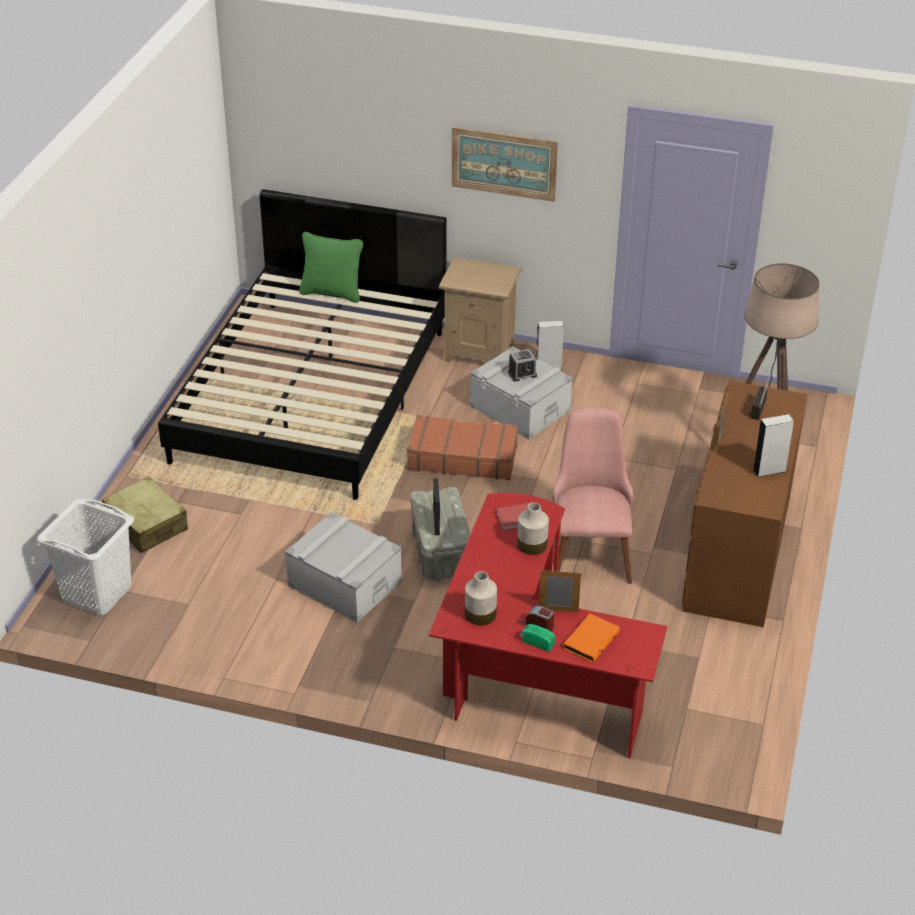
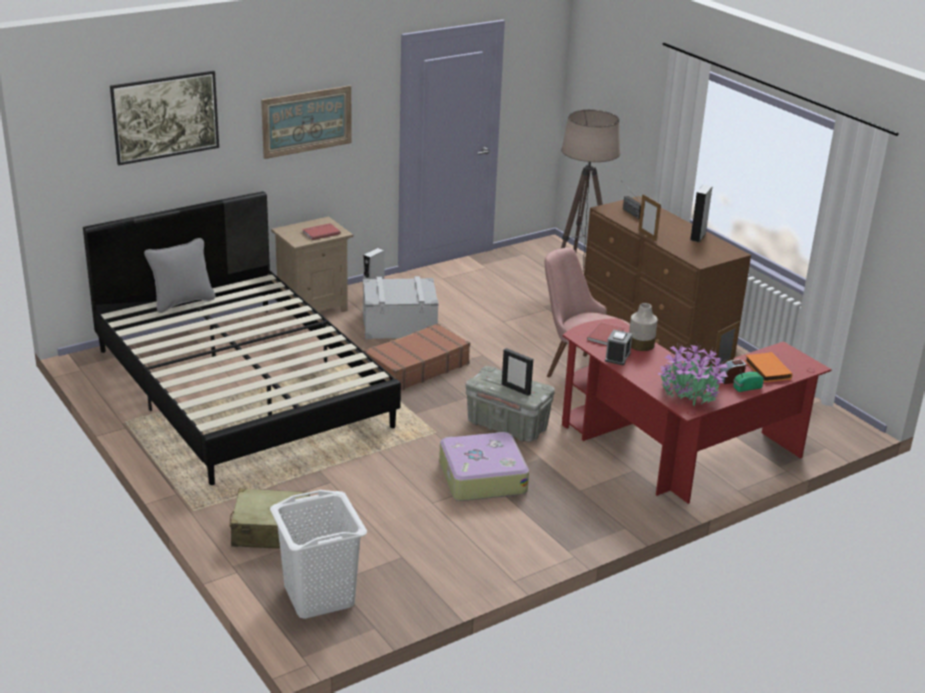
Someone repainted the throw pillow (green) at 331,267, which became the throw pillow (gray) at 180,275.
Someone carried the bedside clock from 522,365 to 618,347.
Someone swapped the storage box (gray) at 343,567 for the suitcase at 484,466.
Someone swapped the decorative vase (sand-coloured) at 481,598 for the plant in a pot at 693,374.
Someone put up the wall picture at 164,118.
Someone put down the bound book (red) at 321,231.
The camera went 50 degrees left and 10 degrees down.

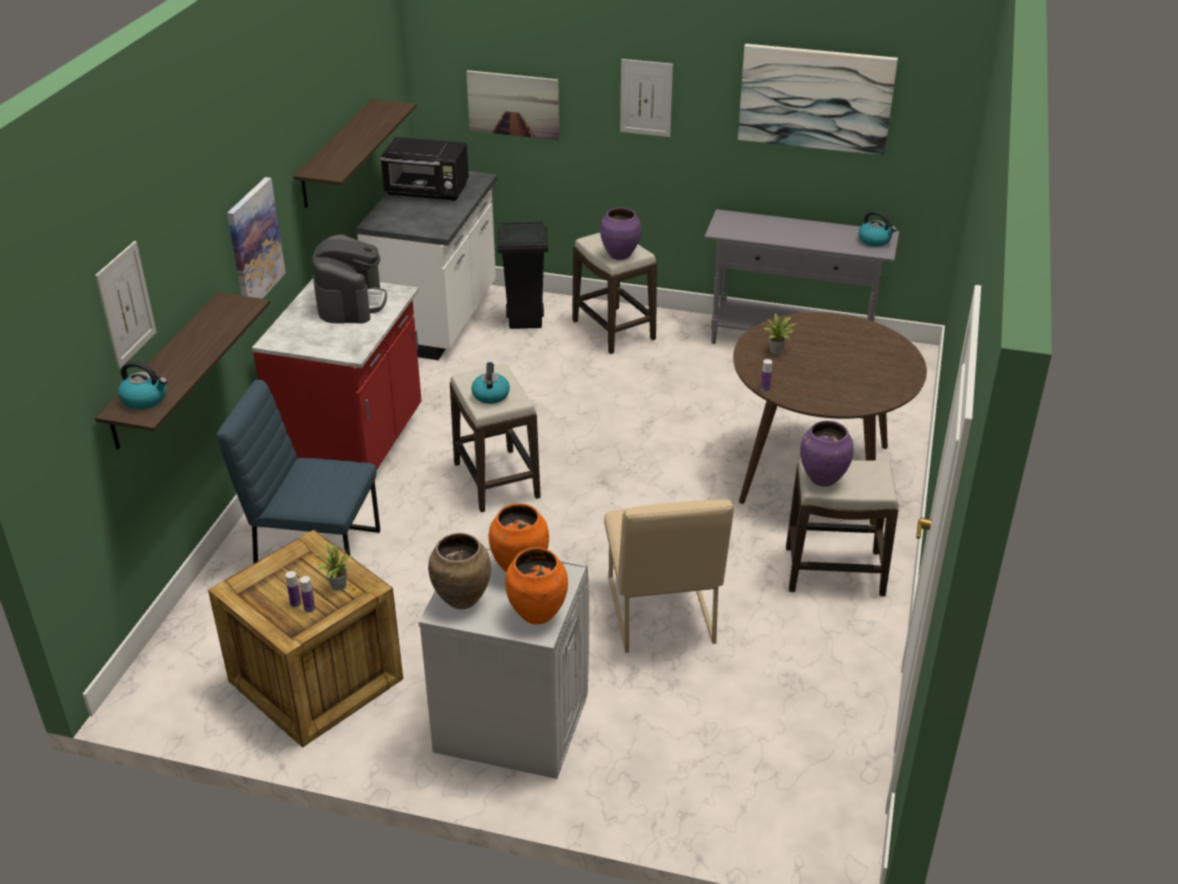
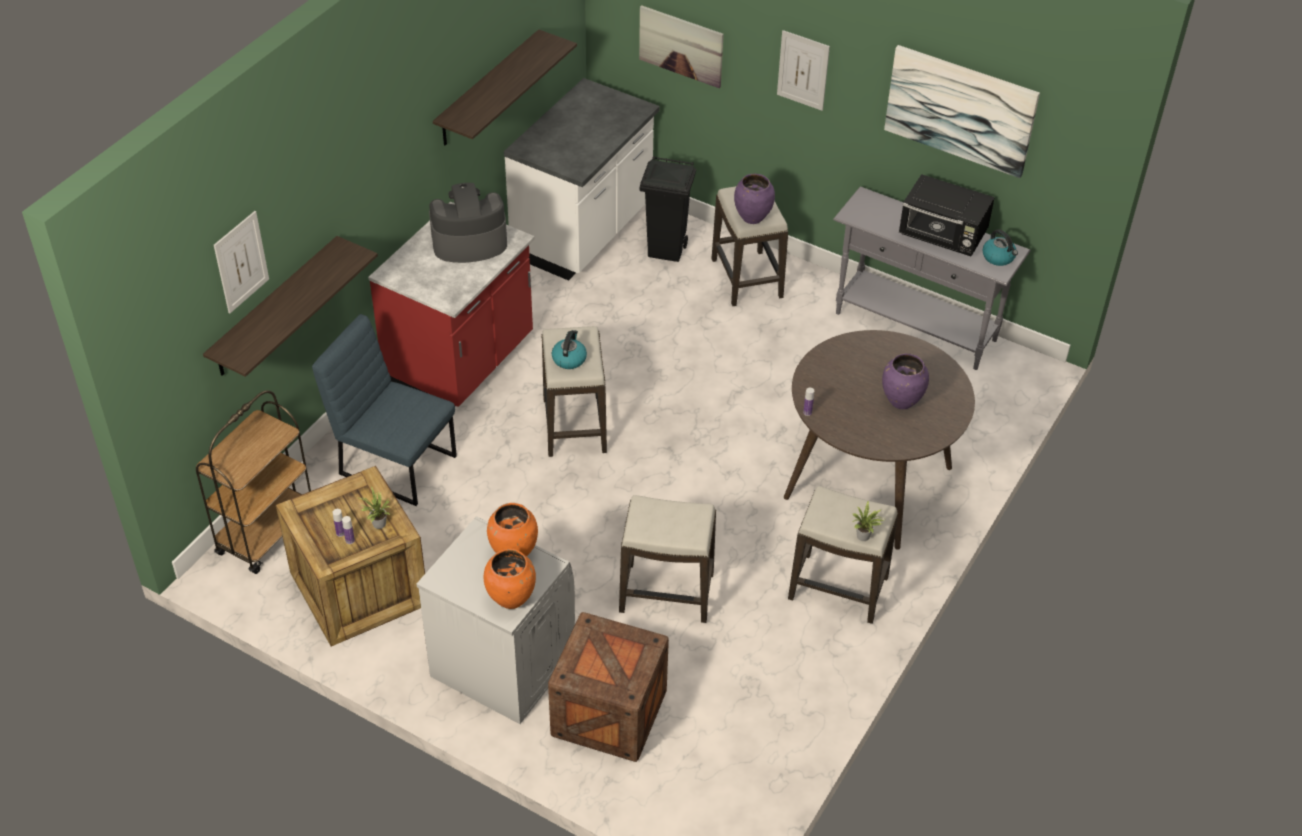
Someone carried the microwave oven (black-coloured) from 424,169 to 947,215.
Someone took away the wall picture at 256,238.
Someone rotated the coffee maker at 349,279 by 120 degrees counterclockwise.
Someone carried the plant in a pot from 779,334 to 868,521.
Someone took away the tea kettle at 142,385.
Someone carried the decorative vase (purple) from 827,454 to 905,381.
Someone swapped the chair (sand-coloured) at 669,576 for the stool at 667,559.
Someone took away the decorative vase (brown-coloured) at 459,571.
Someone put down the trolley (brown-coloured) at 253,482.
Someone put down the shipping crate at 608,687.
The camera went 15 degrees right and 10 degrees up.

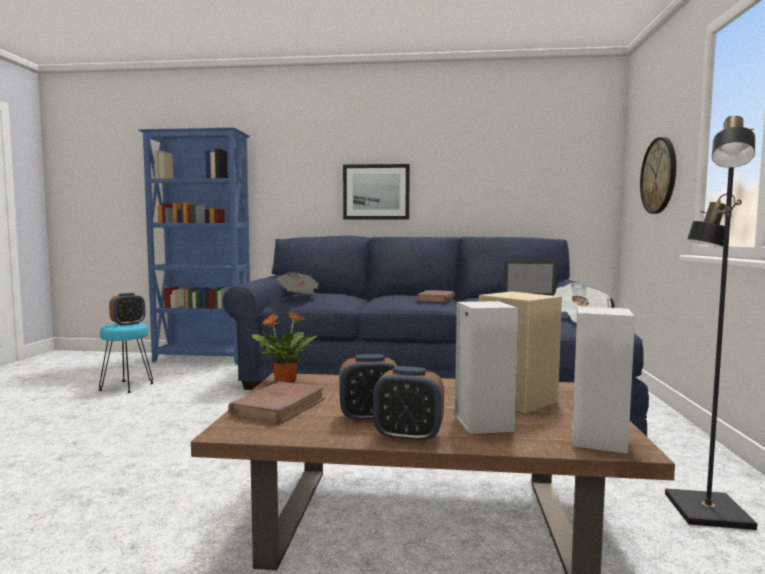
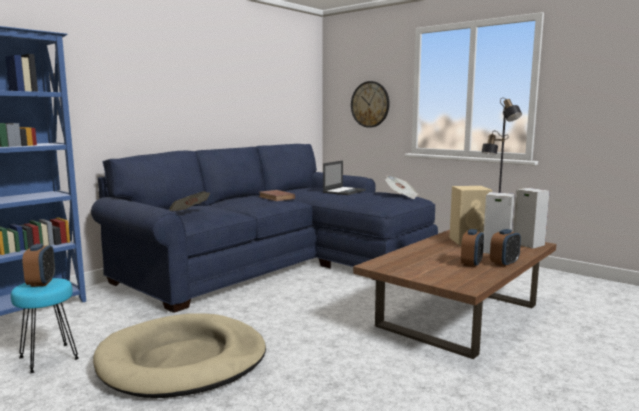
Someone took away the wall picture at 376,192.
Someone took away the plant in a pot at 284,347.
Someone took away the bound book (brown-coloured) at 277,403.
Someone put down the dog bed (sand-coloured) at 179,355.
The camera went 55 degrees left and 5 degrees up.

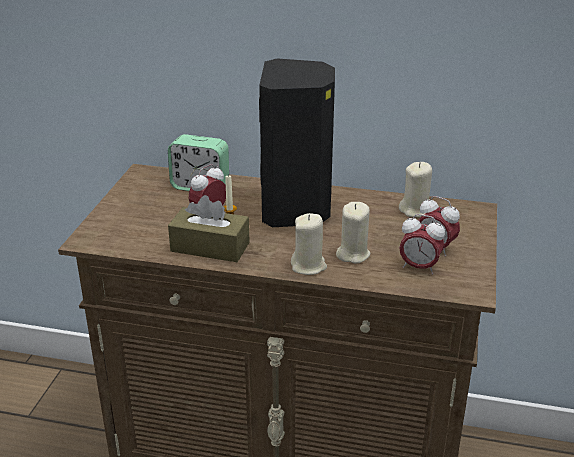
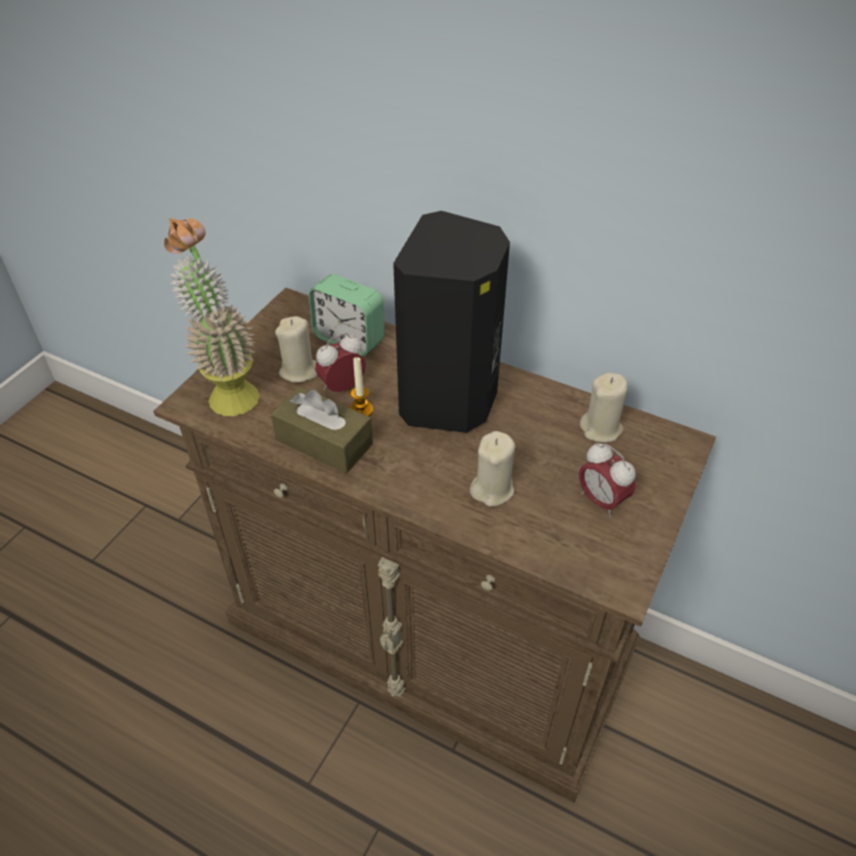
Someone carried the wax candle (sand-coloured) from 309,244 to 296,349.
Someone took away the bedside clock at 422,244.
Someone put down the plant in a pot at 212,317.
The camera went 15 degrees right and 15 degrees up.

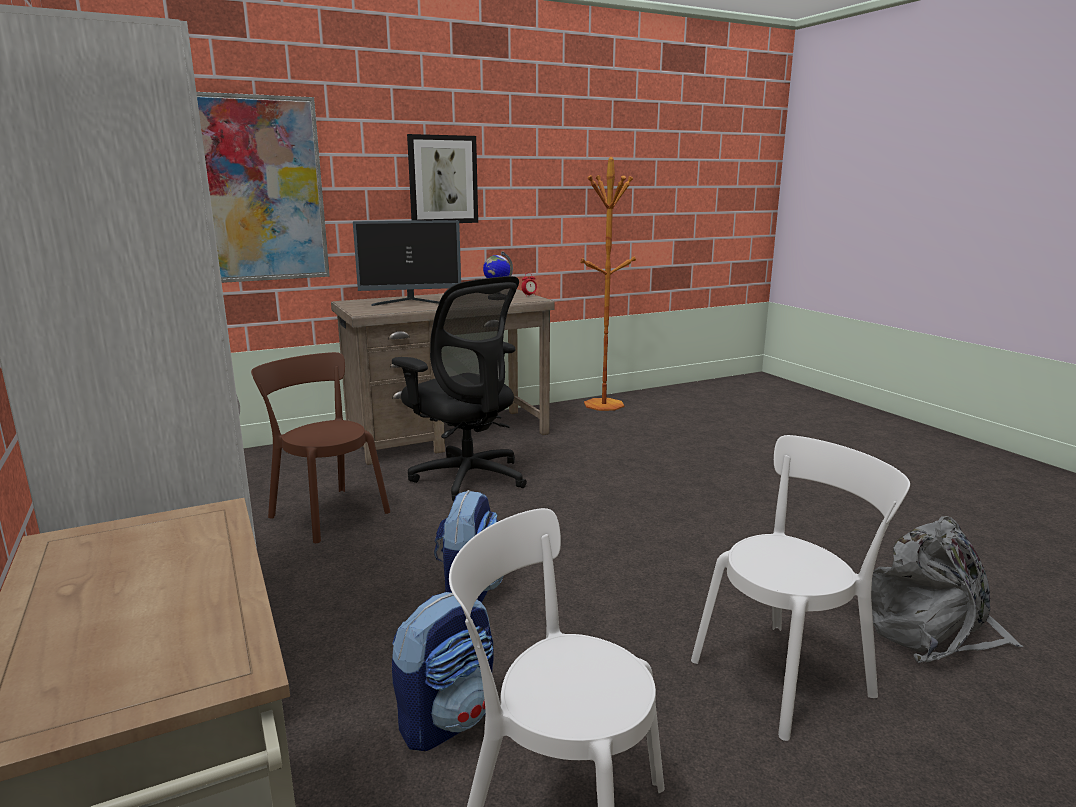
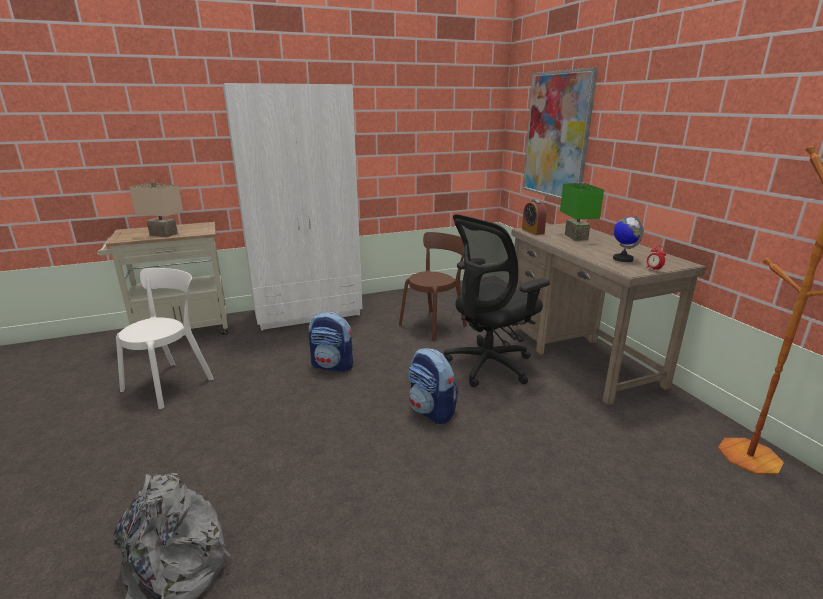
Someone took away the wall picture at 442,178.
Someone swapped the computer screen at 407,263 for the tabletop lamp (green) at 582,211.
Someone took away the chair (white) at 800,588.
Someone carried the knapsack from 443,671 to 433,386.
Someone put down the tabletop lamp (sand-coloured) at 156,209.
Someone put down the bedside clock at 534,217.
The camera went 95 degrees right and 5 degrees up.

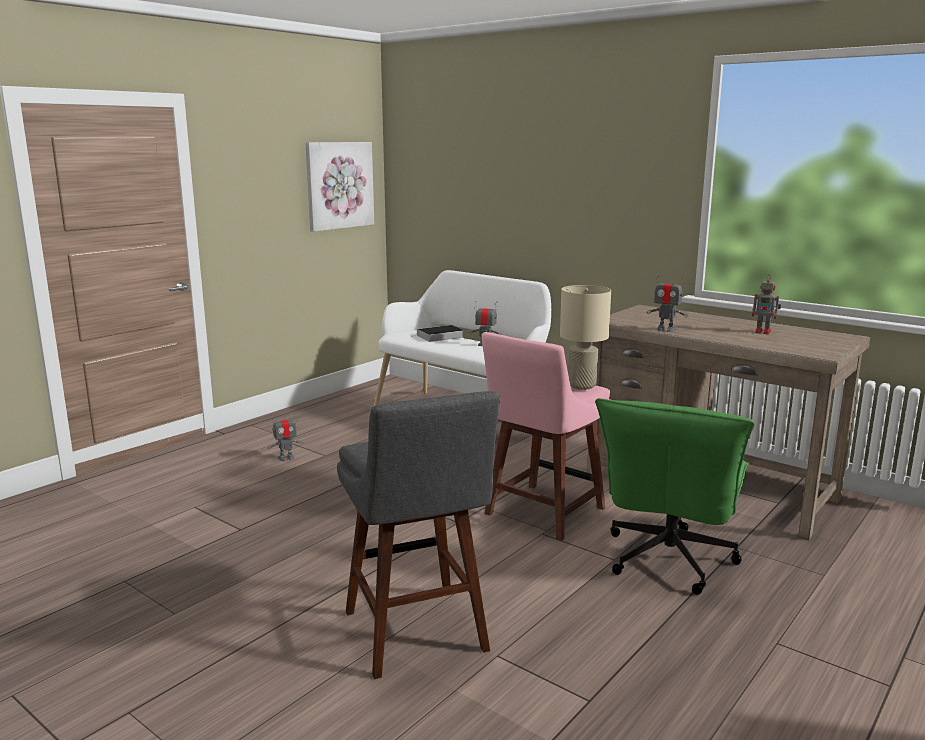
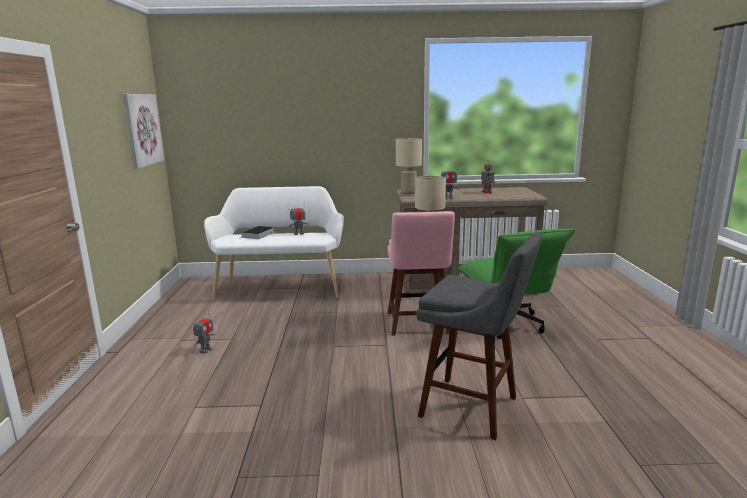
Someone put down the tabletop lamp (sand-coloured) at 409,166.
The camera went 40 degrees left and 0 degrees up.

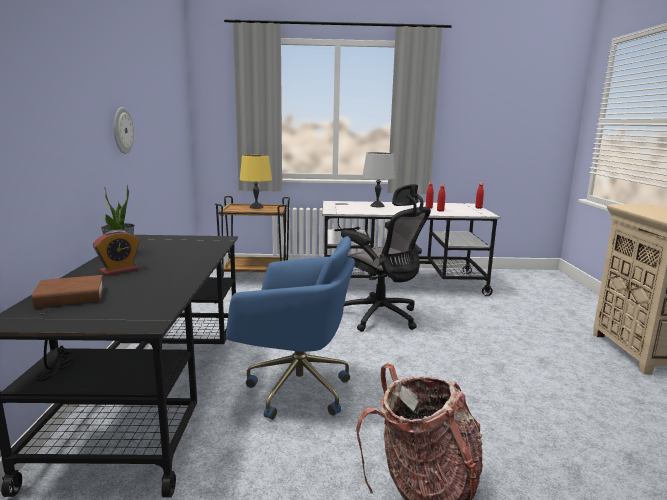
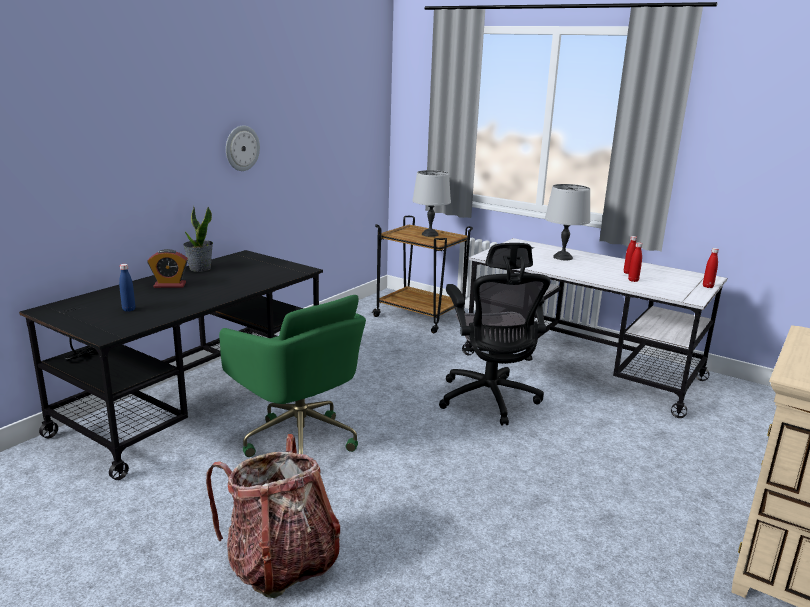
Someone repainted the tabletop lamp (yellowish) at 256,182, which became the tabletop lamp (gray) at 431,203.
Someone repainted the office chair (bluish) at 290,328, which became the office chair (green) at 292,376.
Someone took away the bound book (brown-coloured) at 68,291.
Someone put down the drink bottle (bluish) at 127,288.
The camera went 35 degrees right and 5 degrees up.

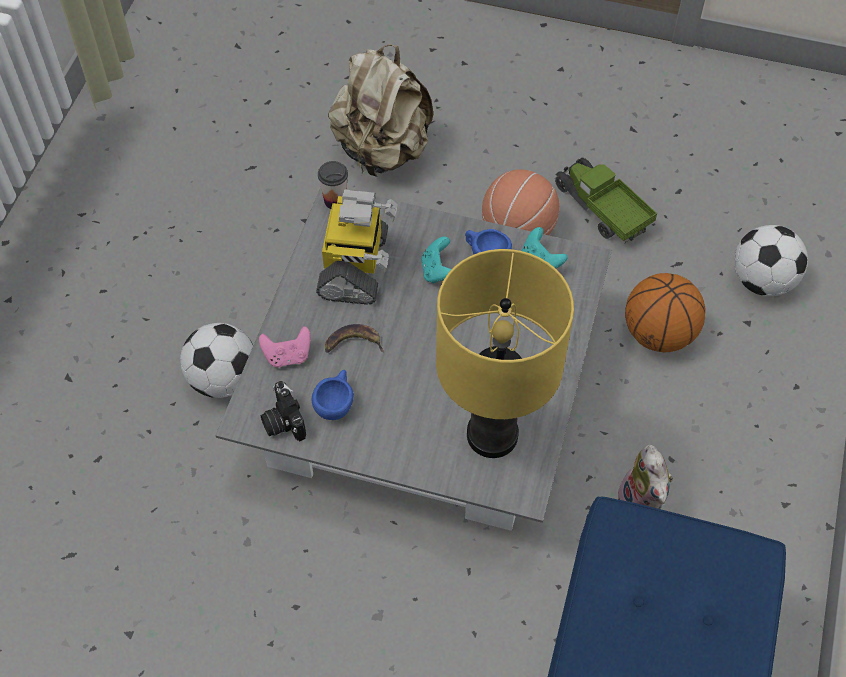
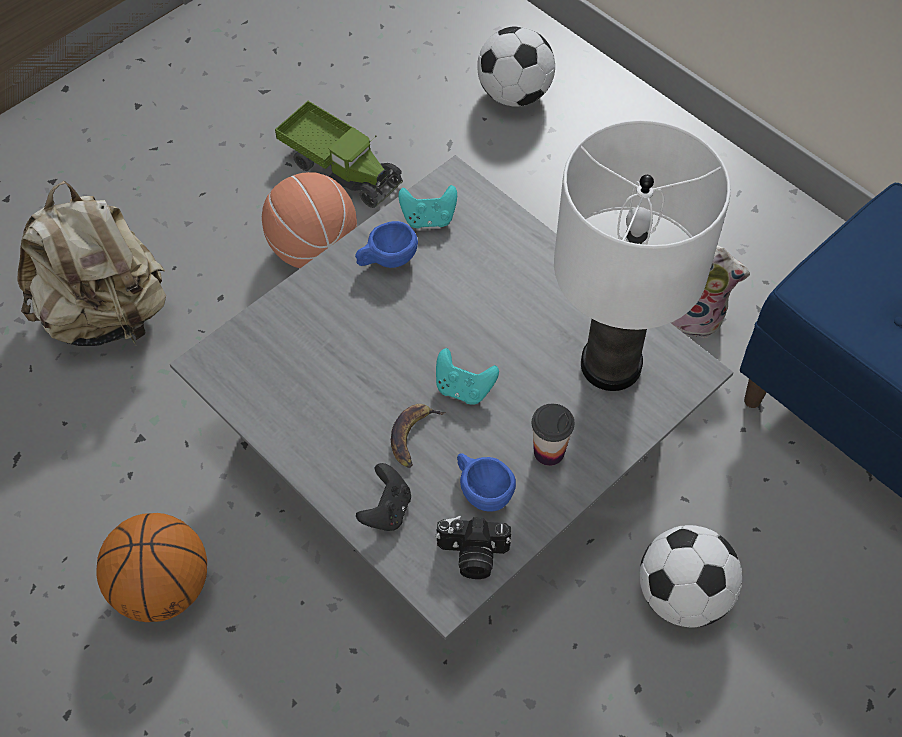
Someone rotated the model truck at 605,201 by 135 degrees counterclockwise.
Someone carried the drinking cup from 333,185 to 553,435.
Someone took away the toy robot at 357,247.
Someone carried the gamepad (turquoise) from 436,260 to 467,376.
Someone repainted the tabletop lamp (yellowish) at 505,353, which became the tabletop lamp (white) at 642,255.
Someone carried the basketball from 665,312 to 151,567.
Someone carried the ball for football from 216,360 to 690,576.
Someone repainted the gamepad (pink) at 284,347, which became the gamepad (black-coloured) at 383,497.
The camera went 60 degrees left and 0 degrees up.

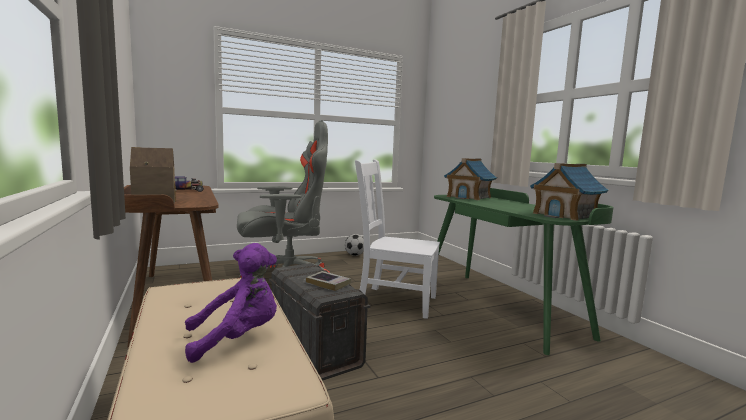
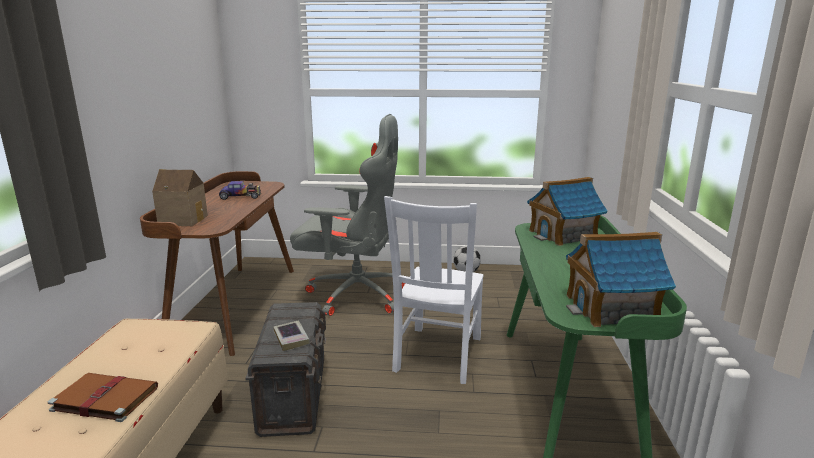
Someone rotated the chair (white) at 397,239 by 120 degrees counterclockwise.
Someone swapped the cuddly toy (purple) at 231,303 for the bound book (brown-coloured) at 103,397.
The camera went 30 degrees right and 10 degrees up.

